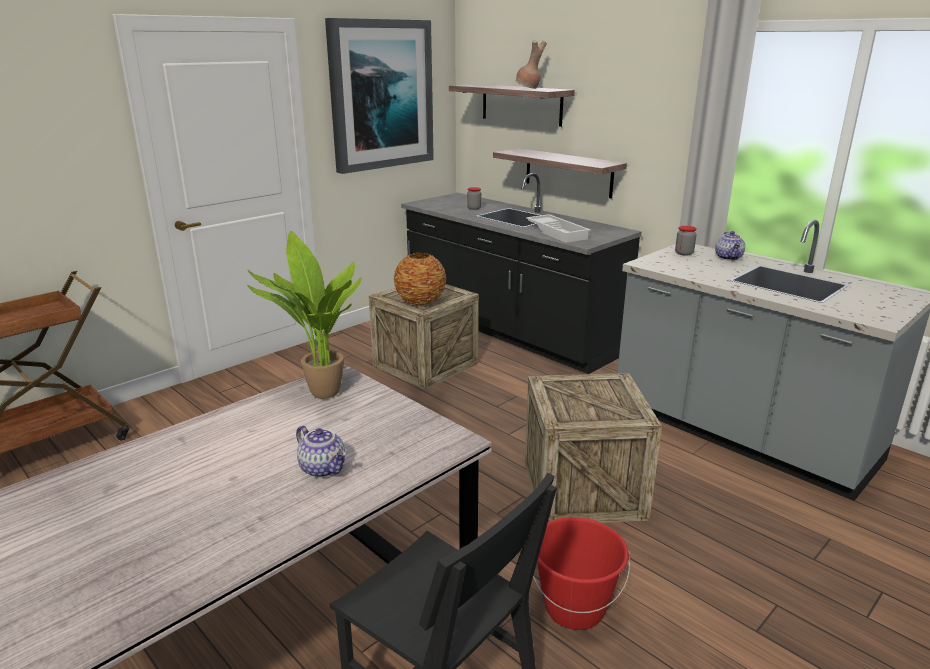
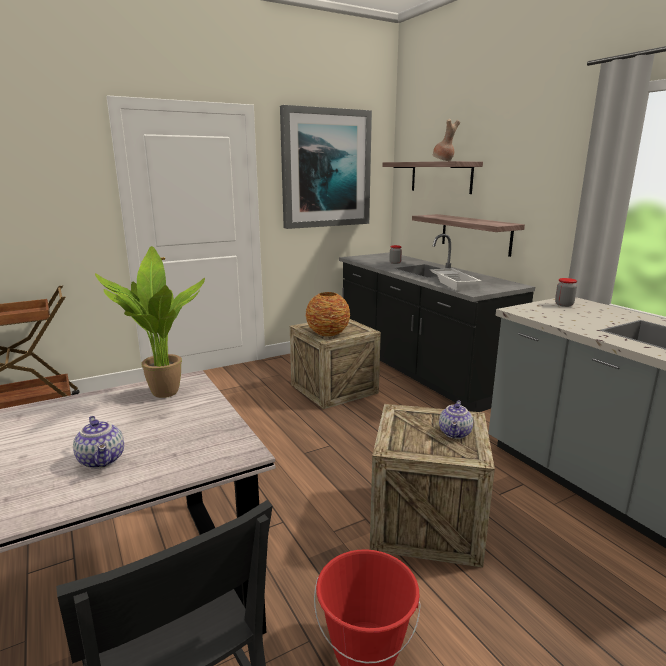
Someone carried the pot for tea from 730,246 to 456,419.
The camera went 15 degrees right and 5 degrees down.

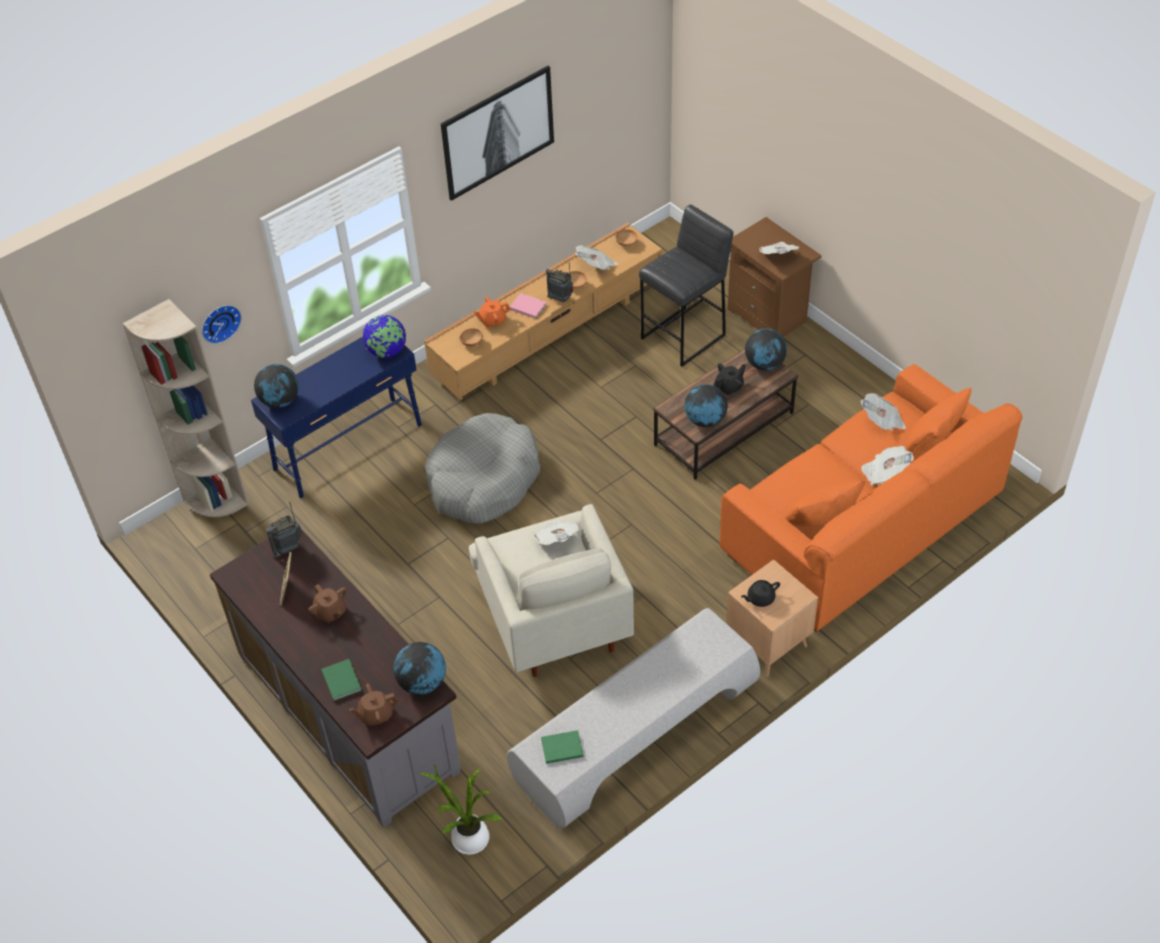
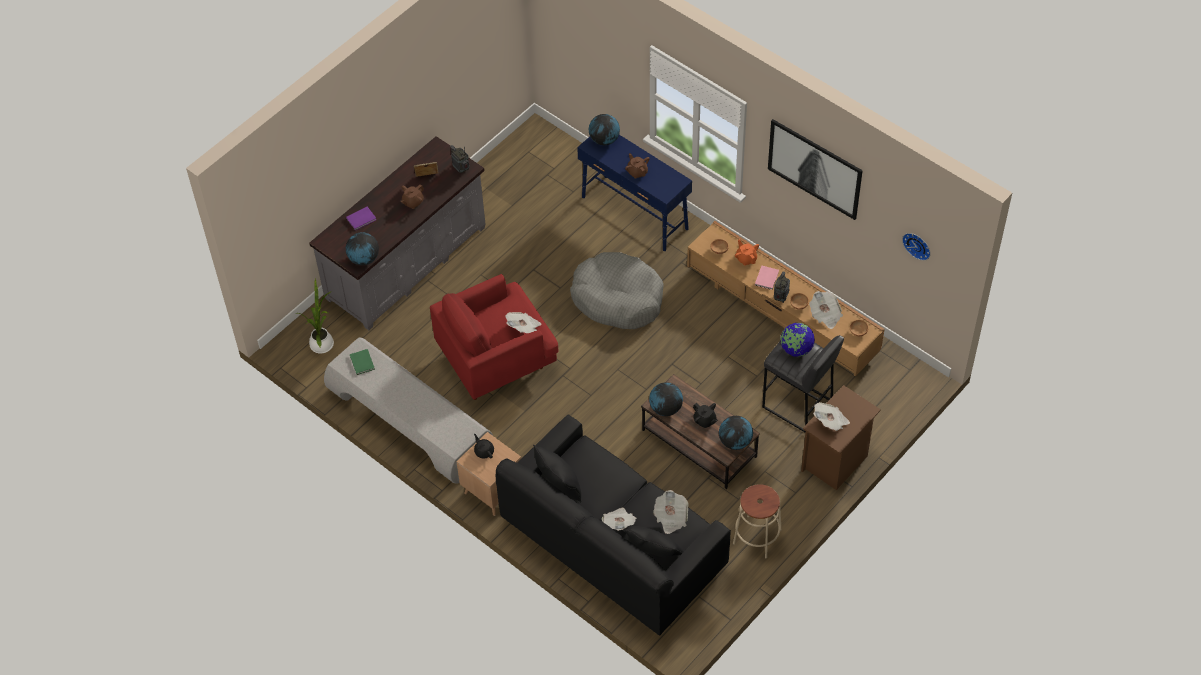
Someone took away the bookcase (sand-coloured) at 186,408.
Someone carried the clock on the wall from 222,324 to 916,247.
Someone carried the world globe from 384,336 to 797,340.
Someone repainted the sofa (orange) at 870,498, which became the sofa (black-coloured) at 613,525.
Someone repainted the easy chair (sand-coloured) at 551,590, which became the easy chair (red) at 494,337.
Someone repainted the bound book (green) at 341,680, which became the bound book (purple) at 361,219.
Someone carried the pot for tea (brown-coloured) from 373,705 to 637,166.
Someone put down the stool (sand-coloured) at 757,521.
The camera went 80 degrees right and 5 degrees up.

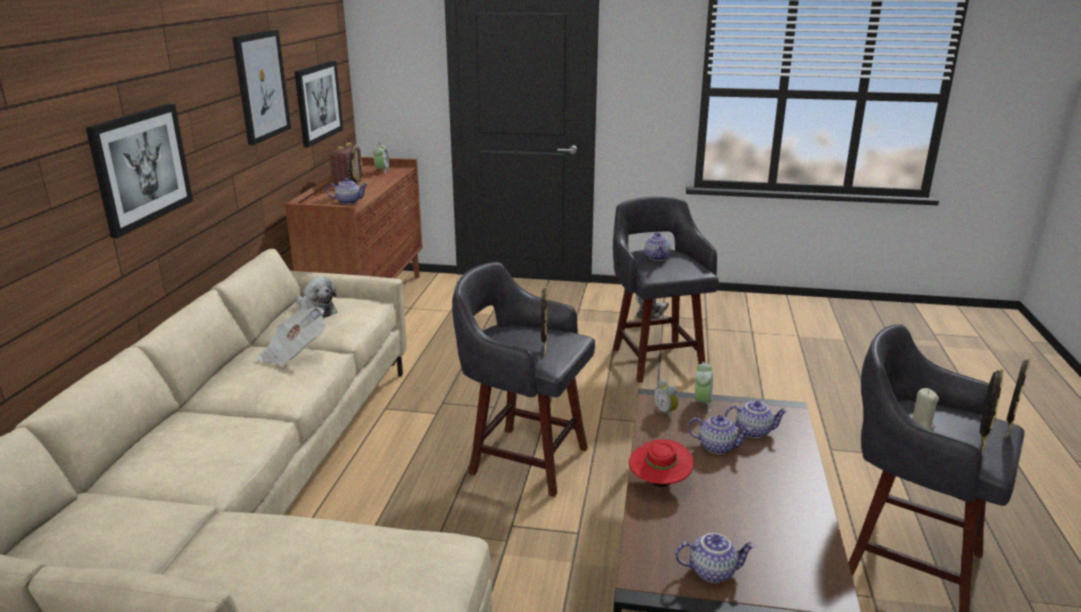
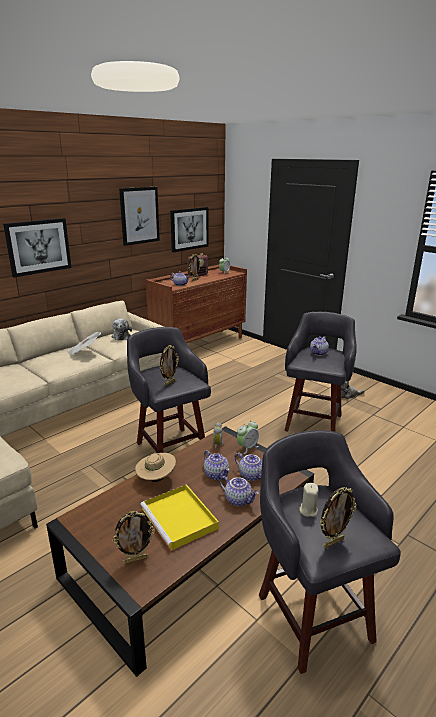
Someone carried the picture frame from 1018,397 to 133,537.
Someone repainted the wearable hat (red) at 661,463, which became the wearable hat (sand-coloured) at 155,466.
Someone carried the pot for tea from 715,558 to 239,491.
Someone put down the serving tray (yellowish) at 179,517.
The camera went 35 degrees right and 0 degrees up.

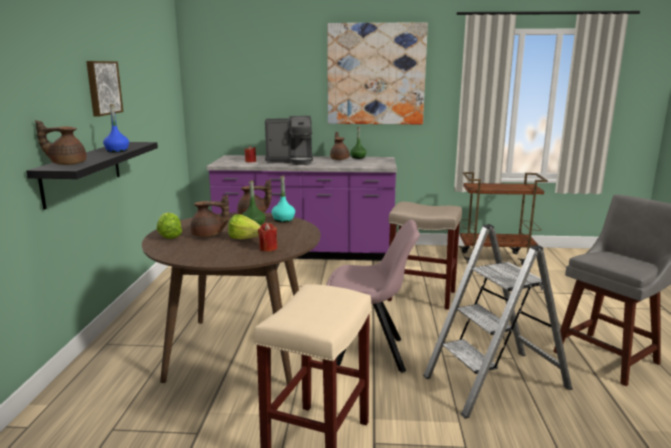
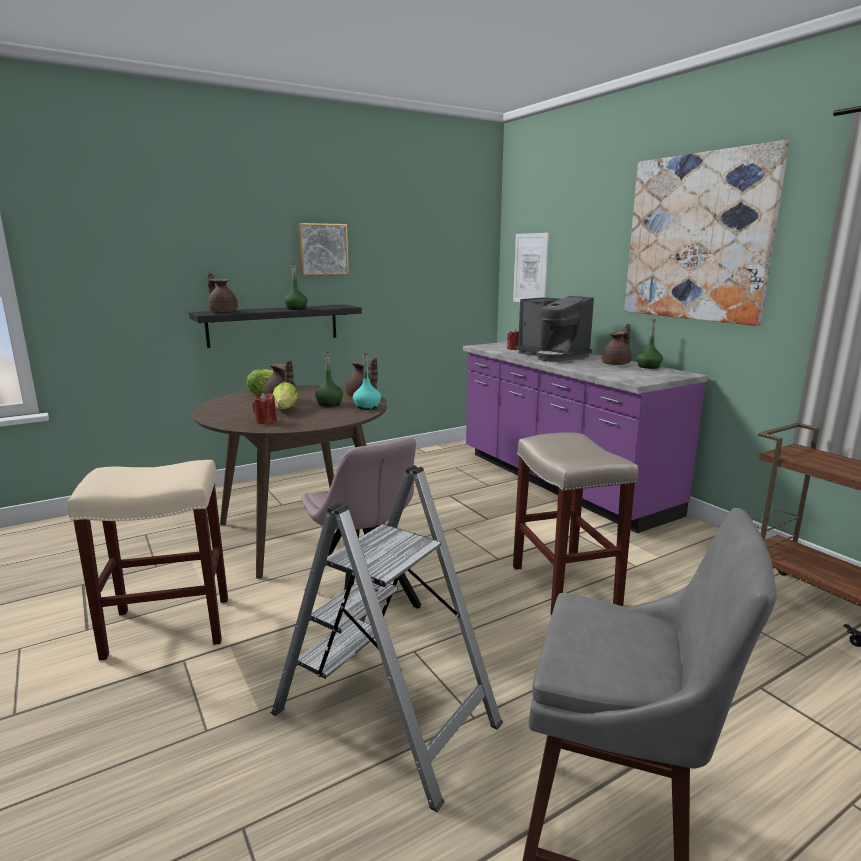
Someone repainted the drink bottle (bluish) at 116,128, which became the drink bottle (green) at 296,286.
Someone put up the wall picture at 531,267.
The camera went 55 degrees right and 0 degrees up.

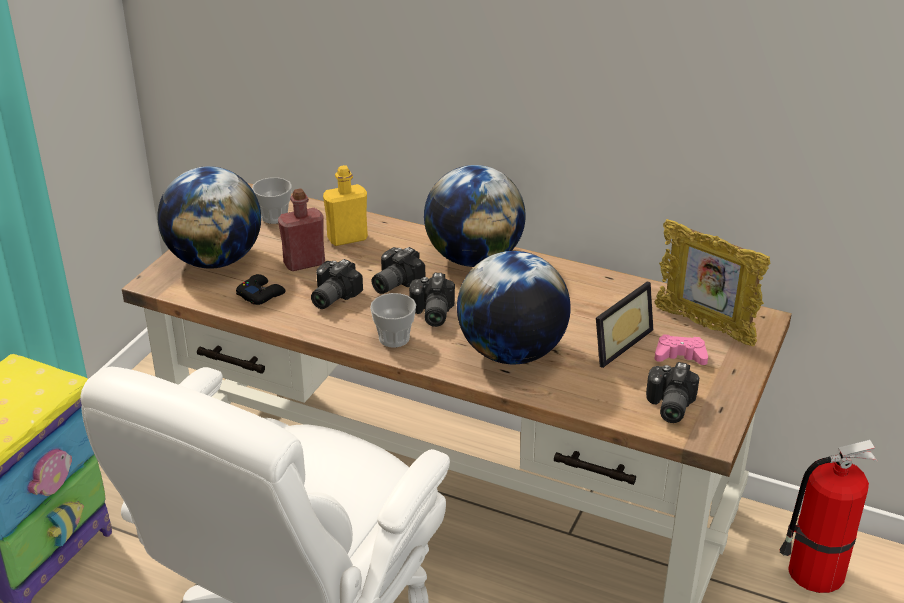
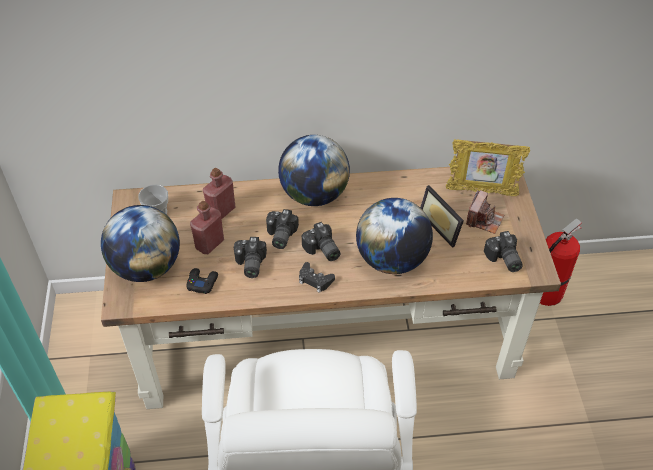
Someone repainted the drink bottle (yellowish) at 345,205, which became the drink bottle (red) at 219,193.
Someone rotated the picture frame at 624,325 by 135 degrees clockwise.
Someone swapped the drinking cup at 393,320 for the gamepad (black-coloured) at 317,277.
Someone swapped the gamepad (pink) at 681,349 for the photo camera at 485,212.
The camera went 30 degrees left and 15 degrees up.

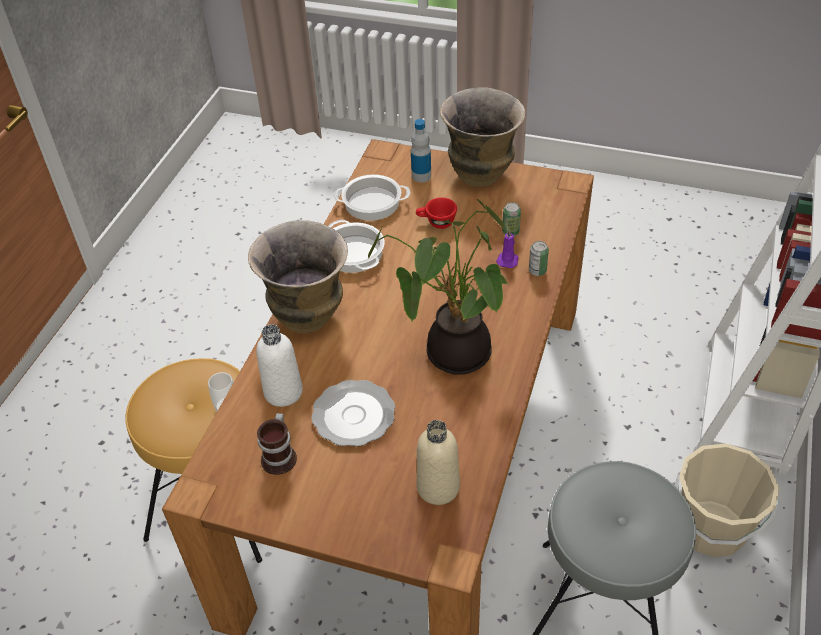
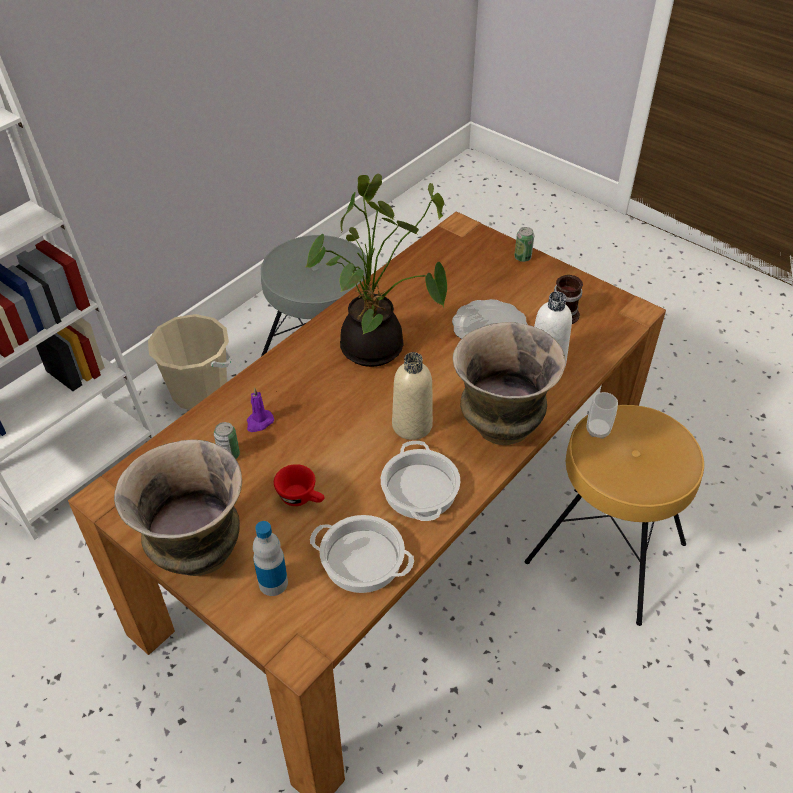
Someone carried the can from 539,258 to 524,244.
Someone carried the drink bottle (sand-coloured) from 438,462 to 412,396.
The camera went 160 degrees left and 0 degrees up.

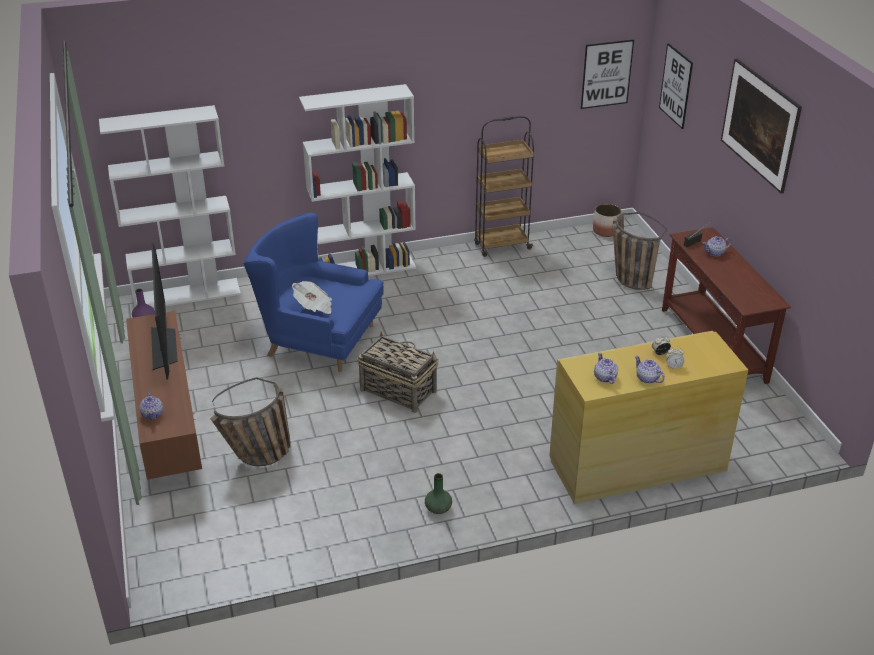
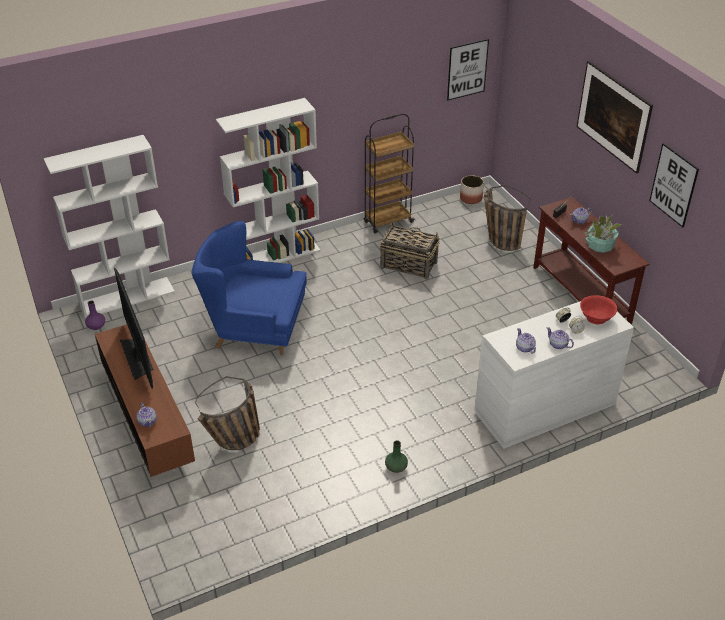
Someone carried the wall picture from 676,86 to 674,185.
Someone took away the printed paper at 312,297.
Someone carried the household basket from 398,372 to 410,251.
Someone repainted the cupboard (yellowish) at 648,417, which became the cupboard (white) at 554,375.
Someone put down the plant in a pot at 603,234.
Someone put down the serving bowl (red) at 598,309.
The camera went 10 degrees left and 5 degrees up.

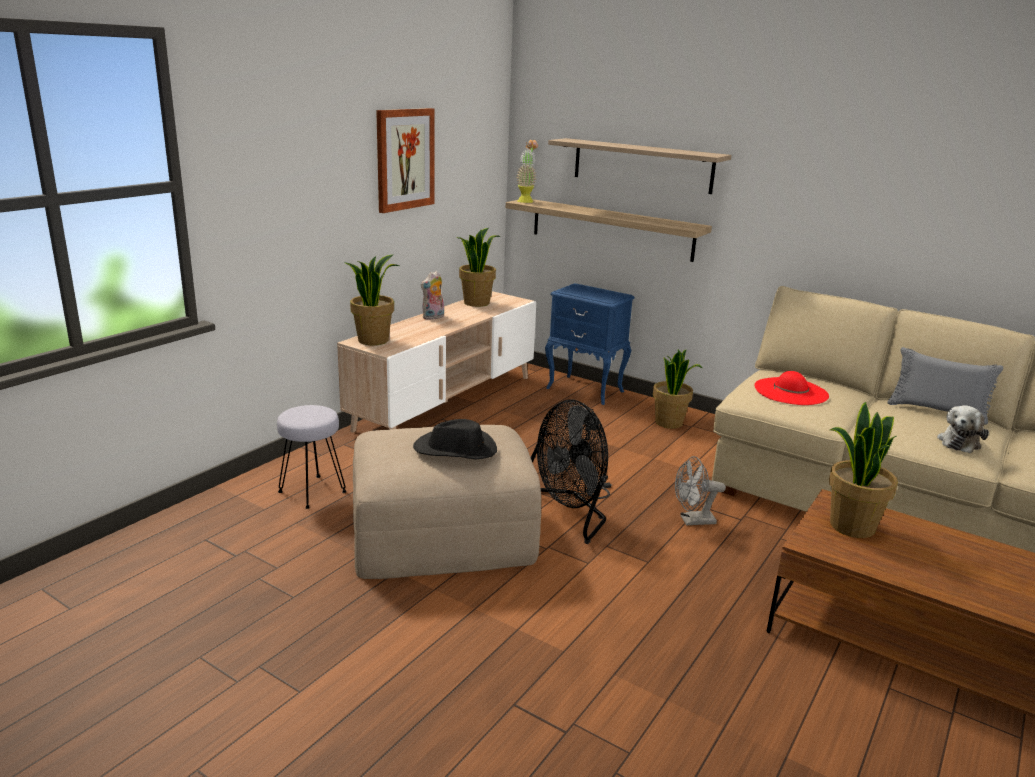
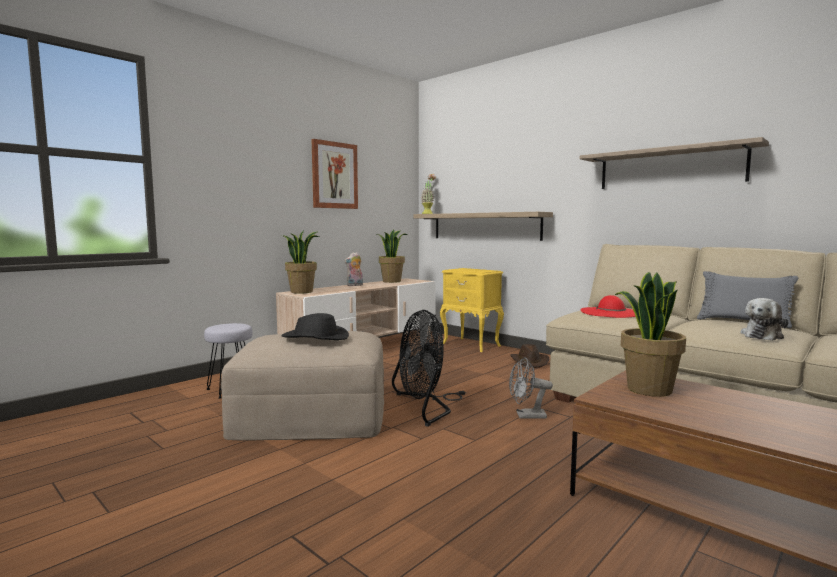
Someone carried the wall shelf from 640,166 to 674,163.
Someone repainted the nightstand (bluish) at 589,344, which became the nightstand (yellowish) at 472,310.
Someone swapped the plant in a pot at 677,389 for the wearable hat (brown-coloured) at 530,356.
The camera went 10 degrees right and 15 degrees down.

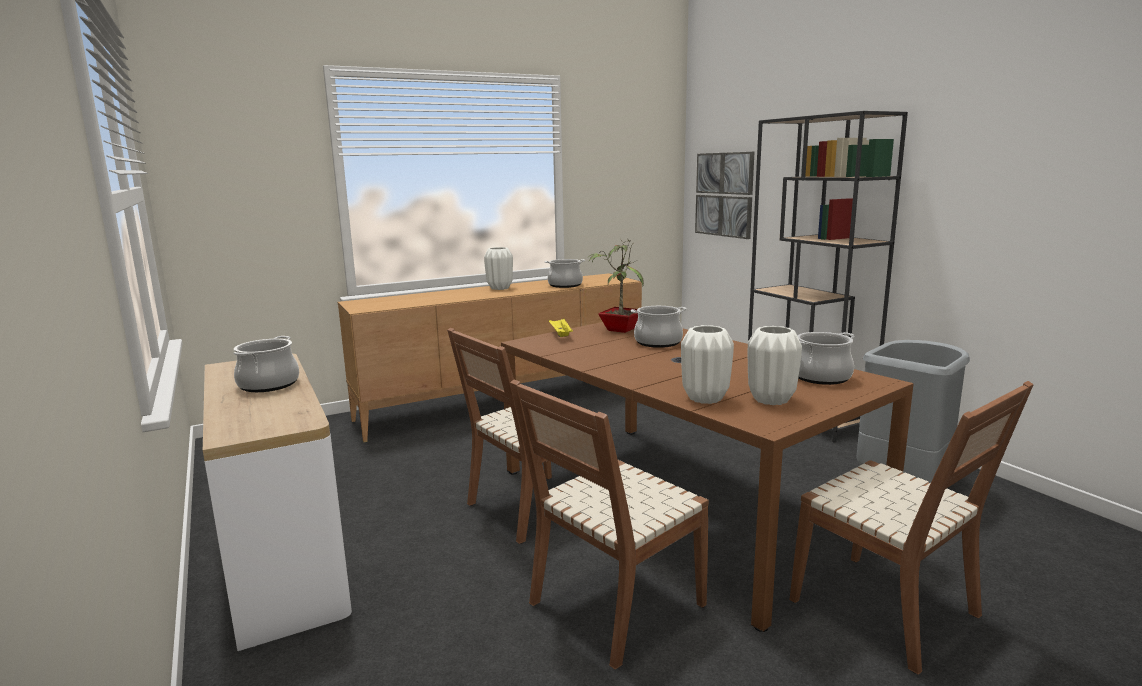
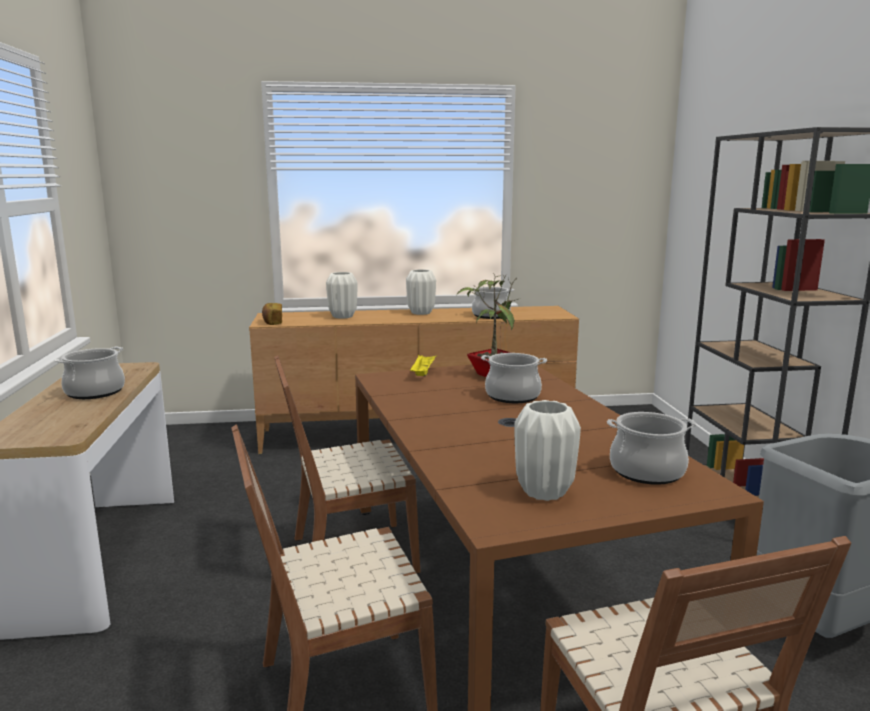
Someone took away the wall picture at 724,195.
Someone carried the decorative vase (white) from 707,364 to 341,295.
Someone put down the bakery bread at 272,314.
The camera went 20 degrees right and 0 degrees up.

